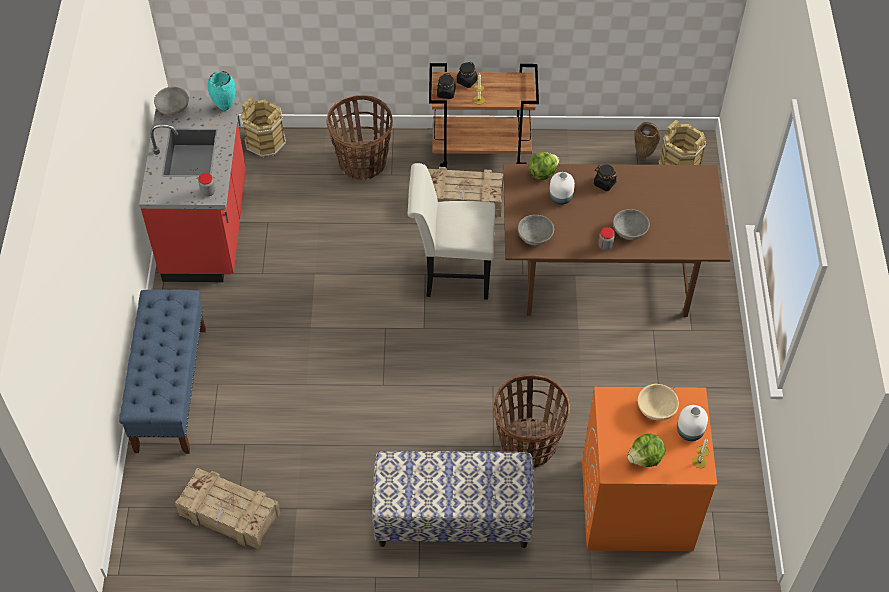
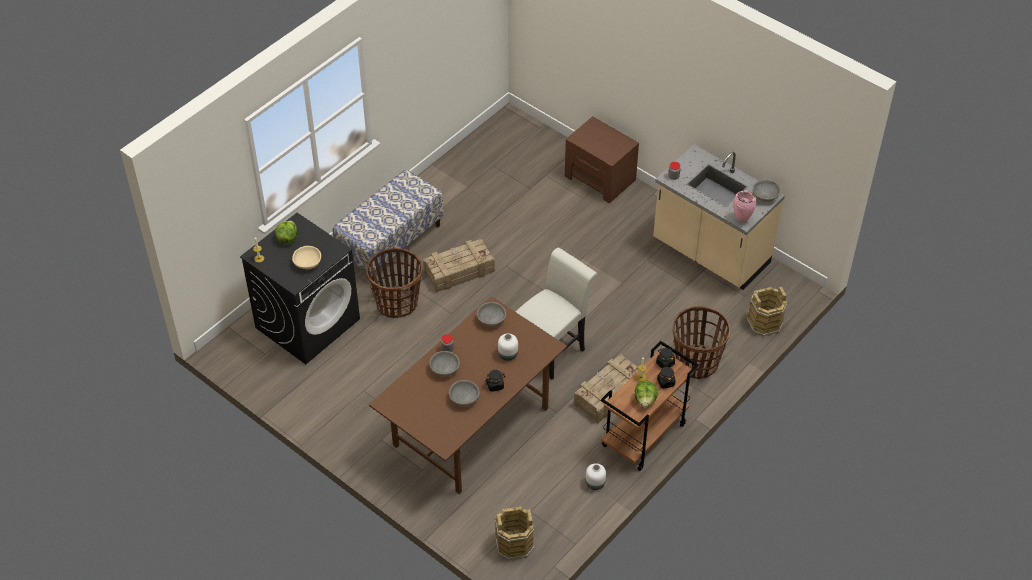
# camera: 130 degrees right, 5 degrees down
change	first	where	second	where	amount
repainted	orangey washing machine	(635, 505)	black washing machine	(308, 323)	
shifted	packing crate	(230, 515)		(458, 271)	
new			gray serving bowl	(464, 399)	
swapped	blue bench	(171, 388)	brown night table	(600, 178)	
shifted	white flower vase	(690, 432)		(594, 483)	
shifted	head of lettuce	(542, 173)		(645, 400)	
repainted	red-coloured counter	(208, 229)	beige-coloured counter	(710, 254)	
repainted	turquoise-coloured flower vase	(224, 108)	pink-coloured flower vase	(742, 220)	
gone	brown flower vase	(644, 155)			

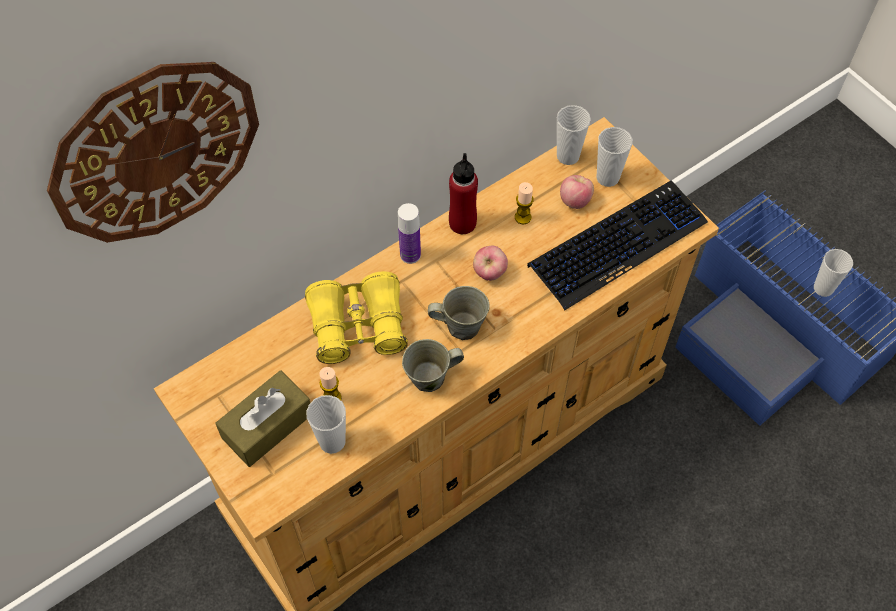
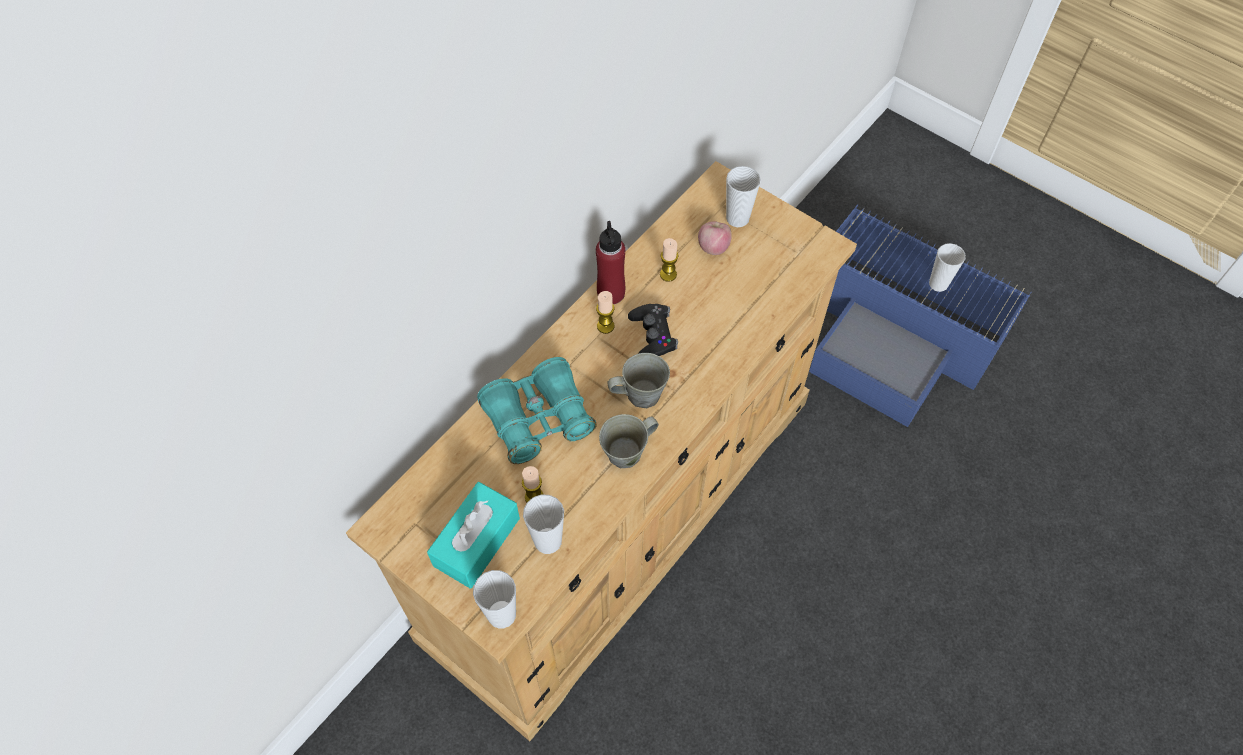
# camera: 15 degrees left, 0 degrees up
change	first	where	second	where	amount
repainted	brown tissue holder	(267, 426)	turquoise-coloured tissue holder	(476, 541)	
shifted	small cup	(568, 156)		(501, 614)	
repainted	yellow-coloured binoculars	(358, 326)	turquoise-coloured binoculars	(538, 419)	
new			wax candle	(605, 326)	
swapped	whole apple	(489, 272)	black joypad	(652, 335)	
gone	clock on the wall	(155, 152)			
gone	bottle	(410, 255)			
gone	PC keyboard	(617, 244)			

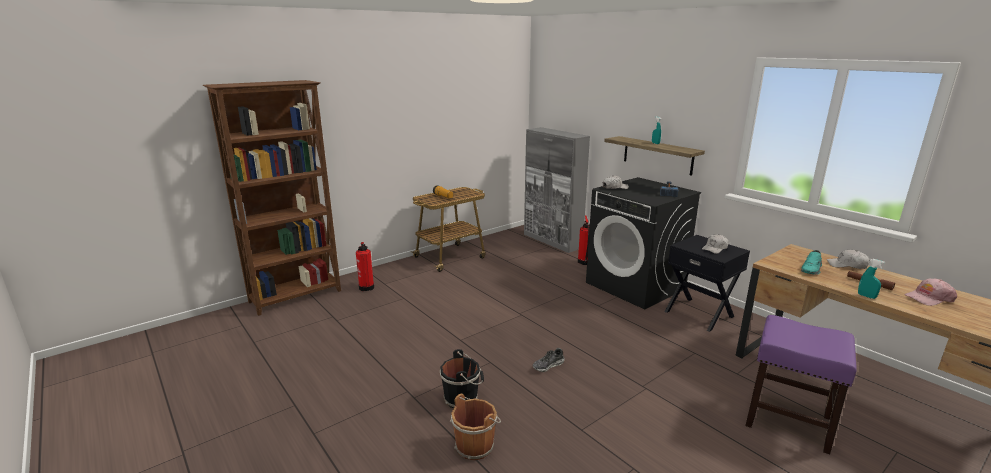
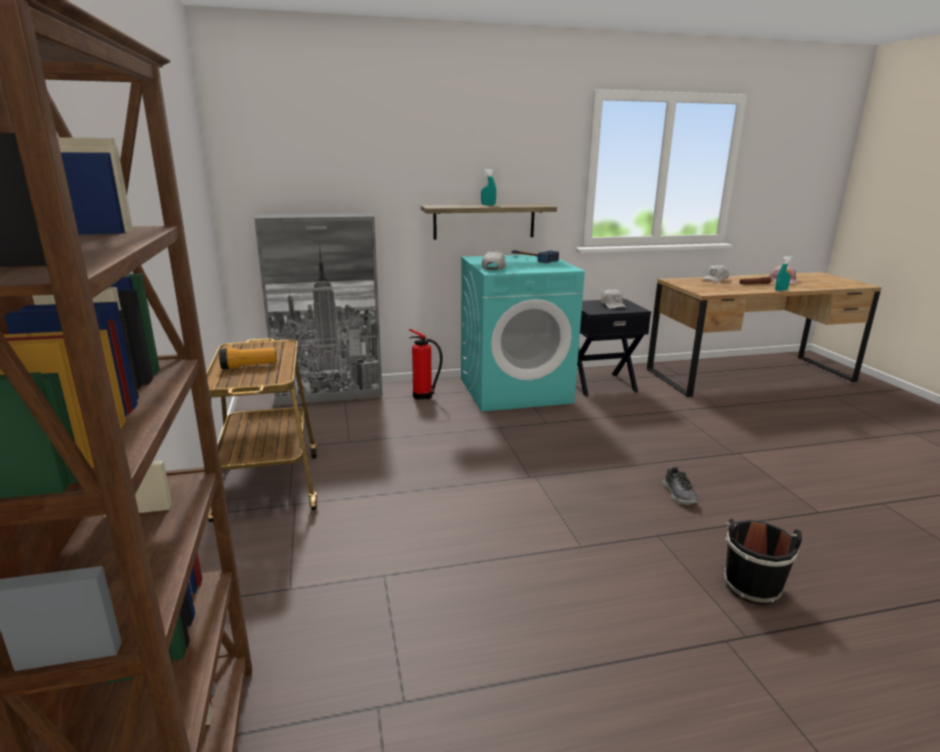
# camera: 65 degrees left, 0 degrees up
change	first	where	second	where	amount
repainted	black washing machine	(636, 286)	turquoise-coloured washing machine	(515, 390)	
gone	extinguisher	(366, 287)			
gone	brown pail	(475, 445)			
gone	purplish sitting stool	(786, 421)			
gone	turquoise-coloured item of footwear	(812, 269)			

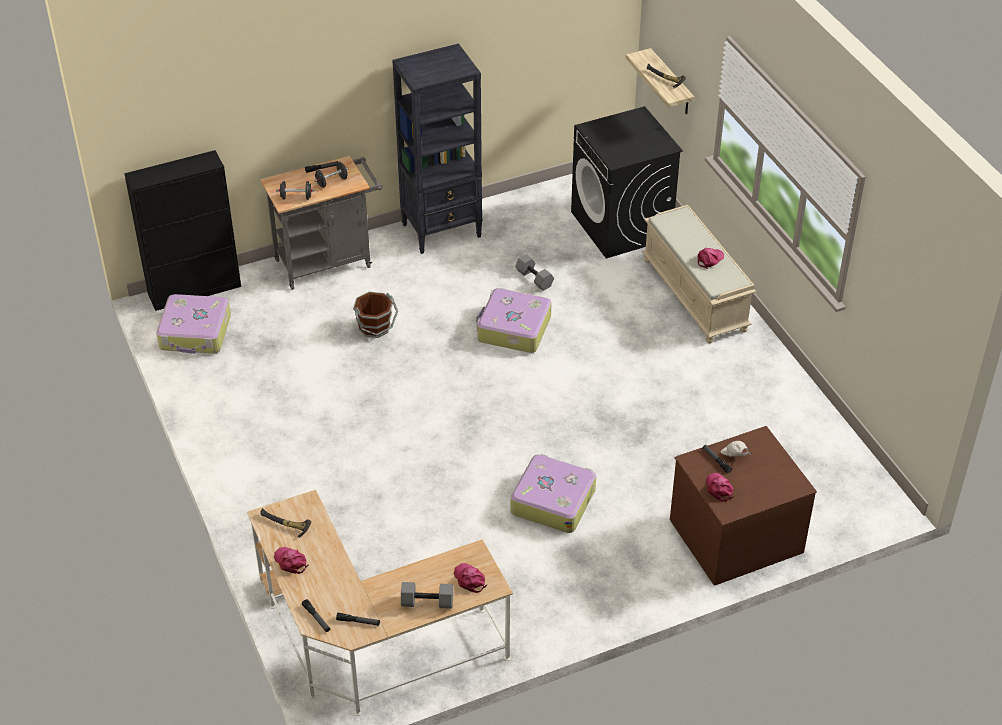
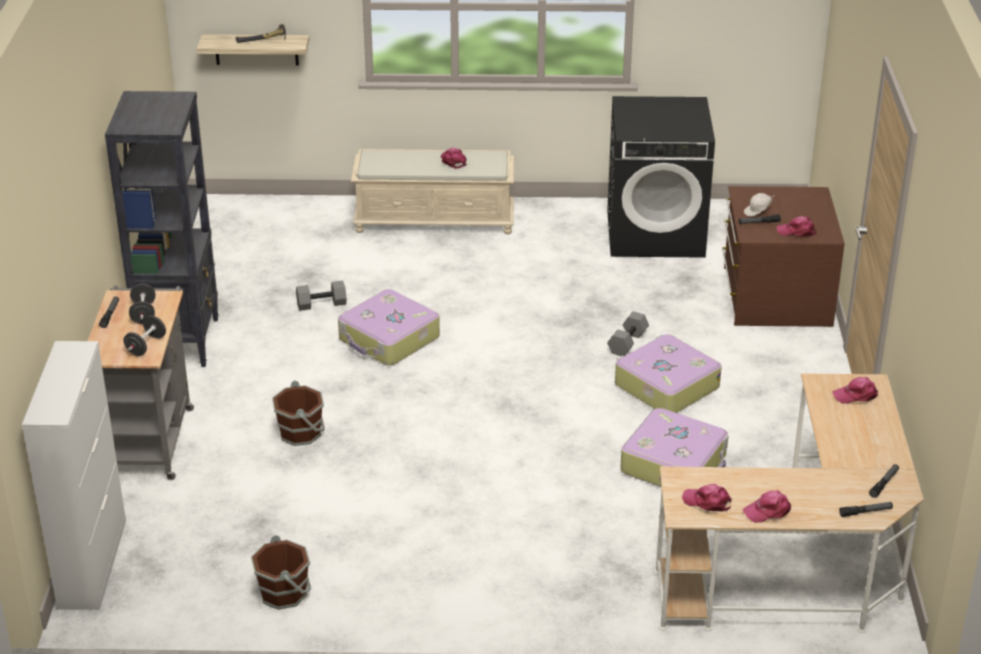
# camera: 65 degrees left, 10 degrees down
change	first	where	second	where	amount
repainted	black storage cabinet	(195, 290)	white storage cabinet	(93, 563)	
new			brown pail	(284, 592)	
shifted	black washing machine	(622, 226)		(656, 233)	
shifted	gray dumbbell	(428, 601)		(627, 342)	
shifted	piece of luggage	(195, 333)		(674, 464)	
swapped	hand hammer	(285, 526)	pink-coloured cap	(707, 502)	

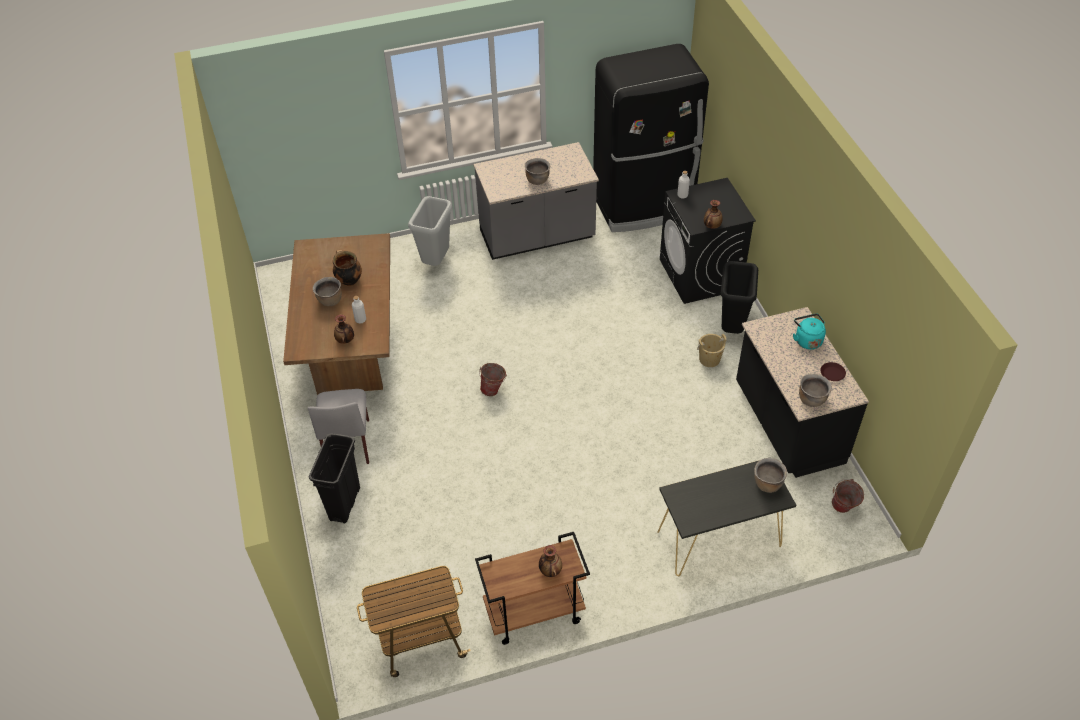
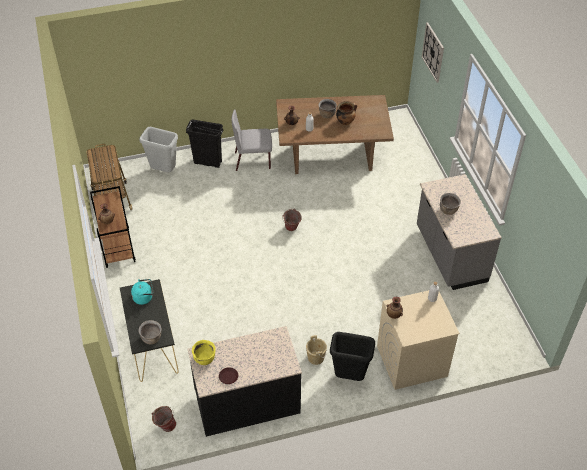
# camera: 90 degrees right, 0 degrees up
change	first	where	second	where	amount
shifted	turquoise-coloured kettle	(807, 340)		(144, 297)	
shifted	gray trash can	(436, 262)		(163, 171)	
repainted	brown stockpot	(811, 399)	yellow-coloured stockpot	(205, 359)	
repainted	black washing machine	(700, 275)	beige-coloured washing machine	(411, 361)	
new			clock on the wall	(433, 52)	
gone	black kitchen fridge	(644, 206)			

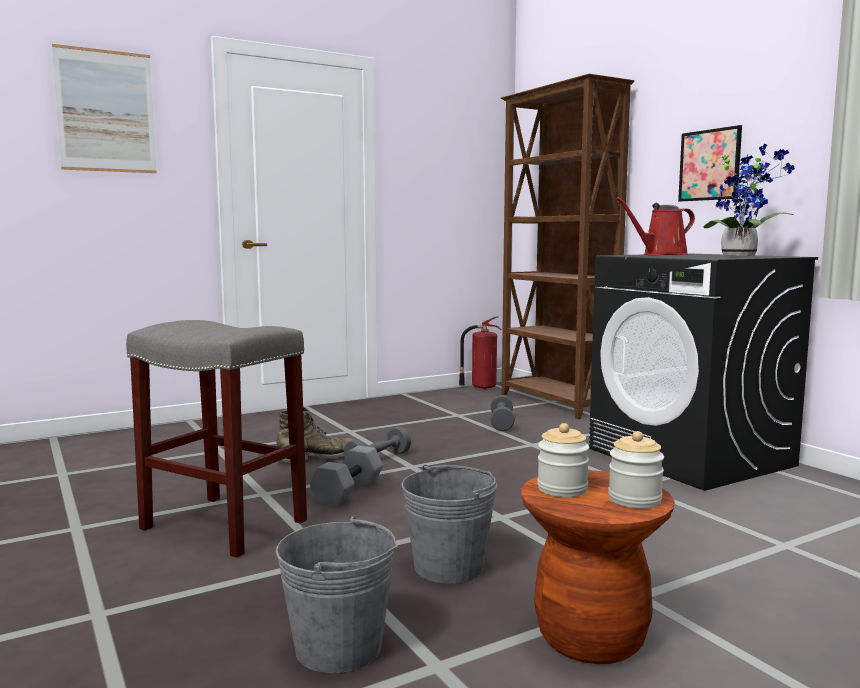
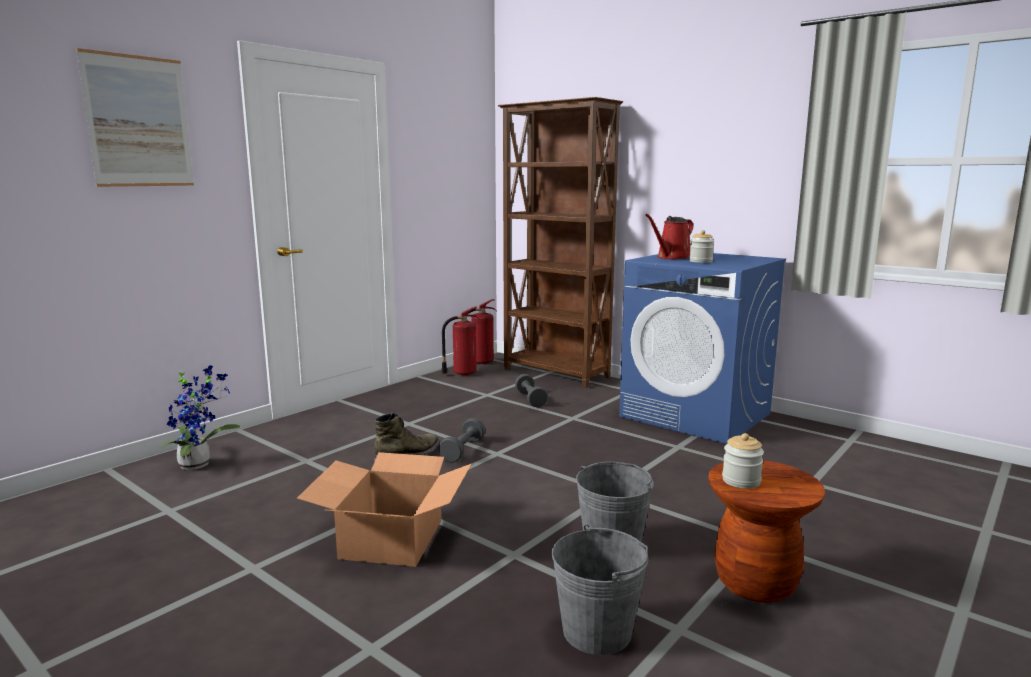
# camera: 20 degrees left, 5 degrees up
change	first	where	second	where	amount
shifted	plant in a pot	(742, 256)		(199, 464)	
swapped	gray sitting stool	(222, 525)	carton	(390, 539)	
new			extinguisher	(463, 373)	
repainted	black washing machine	(691, 457)	blue washing machine	(696, 415)	
shifted	storage jar	(634, 500)		(700, 261)	
gone	gray dumbbell	(347, 491)			
gone	wall picture	(709, 165)			

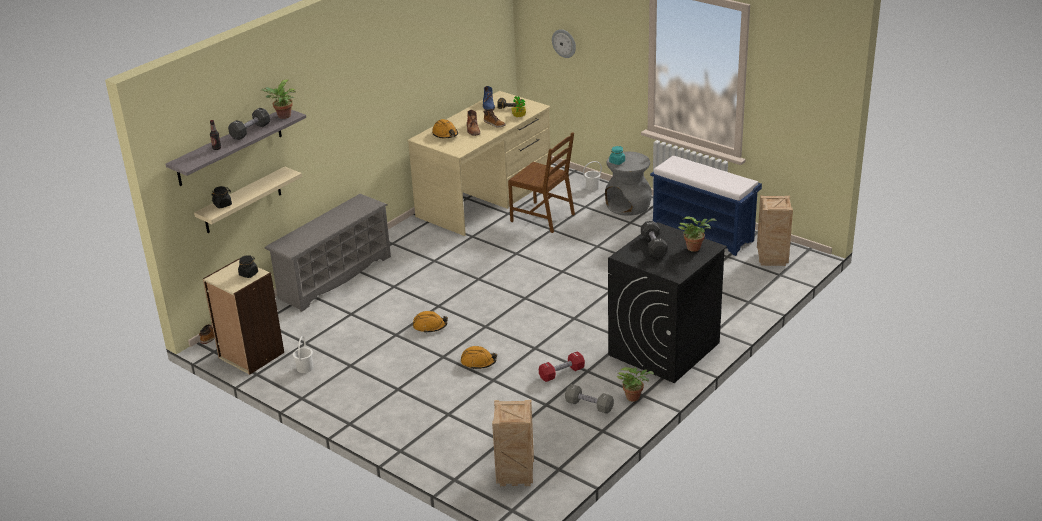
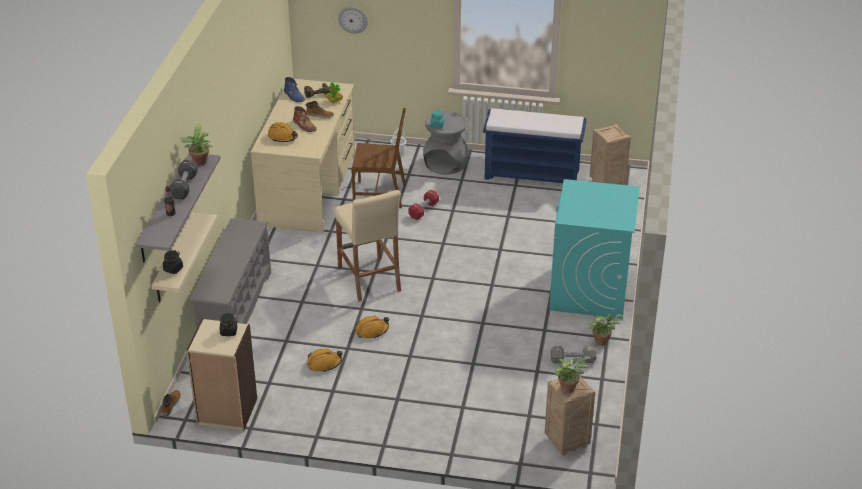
# camera: 30 degrees left, 5 degrees up
change	first	where	second	where	amount
shifted	orangey hard hat	(478, 362)		(324, 363)	
new			beige-coloured sitting stool	(369, 279)	
shifted	red-coloured dumbbell	(561, 373)		(423, 210)	
repainted	black washing machine	(664, 349)	turquoise-coloured washing machine	(589, 291)	
shifted	plant in a pot	(695, 247)		(569, 387)	
gone	white pail	(304, 368)			
gone	black dumbbell	(653, 246)			

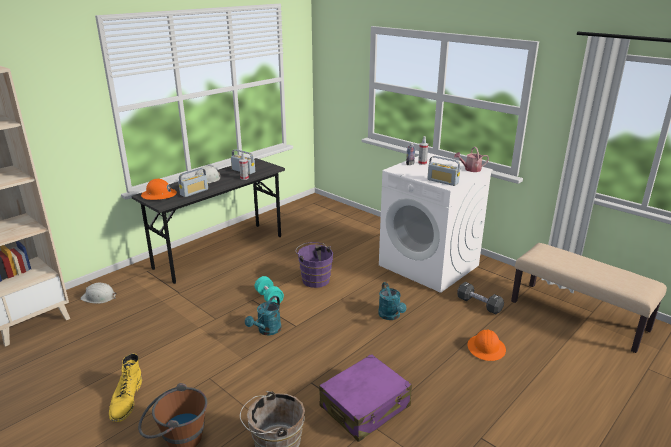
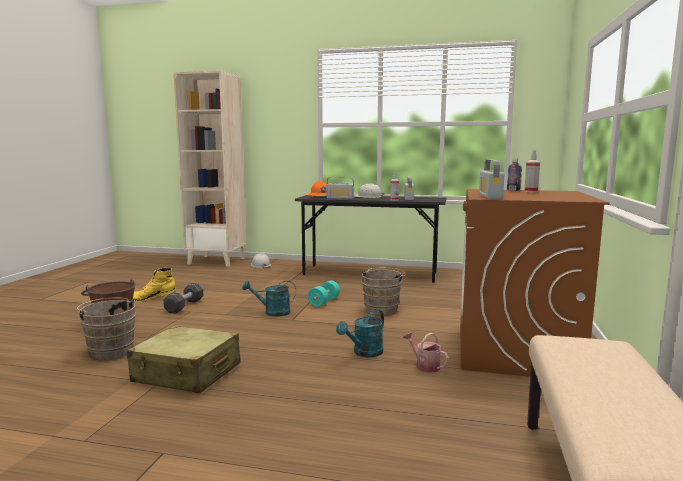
# camera: 60 degrees right, 15 degrees down
change	first	where	second	where	amount
repainted	purplish piece of luggage	(365, 406)	beige-coloured piece of luggage	(187, 373)	
shifted	black dumbbell	(479, 304)		(184, 306)	
repainted	purplish pail	(314, 279)	brown pail	(382, 309)	
shifted	watering pot	(470, 169)		(425, 365)	
repainted	white washing machine	(429, 265)	brown washing machine	(516, 351)	
gone	orangey hard hat	(486, 348)			

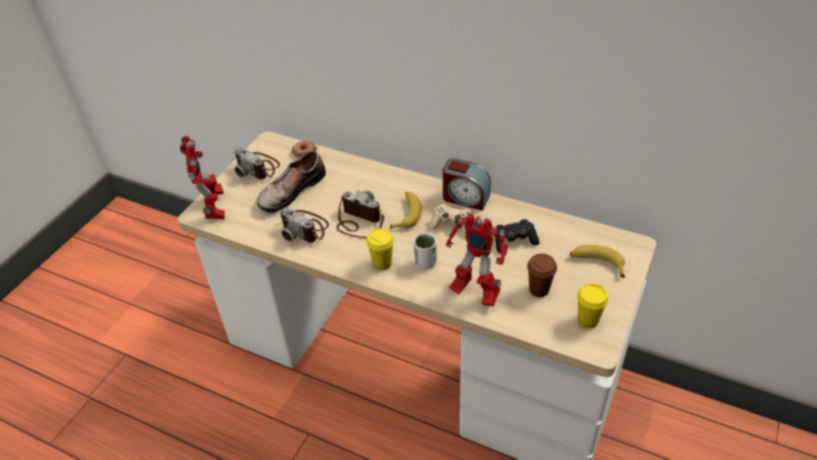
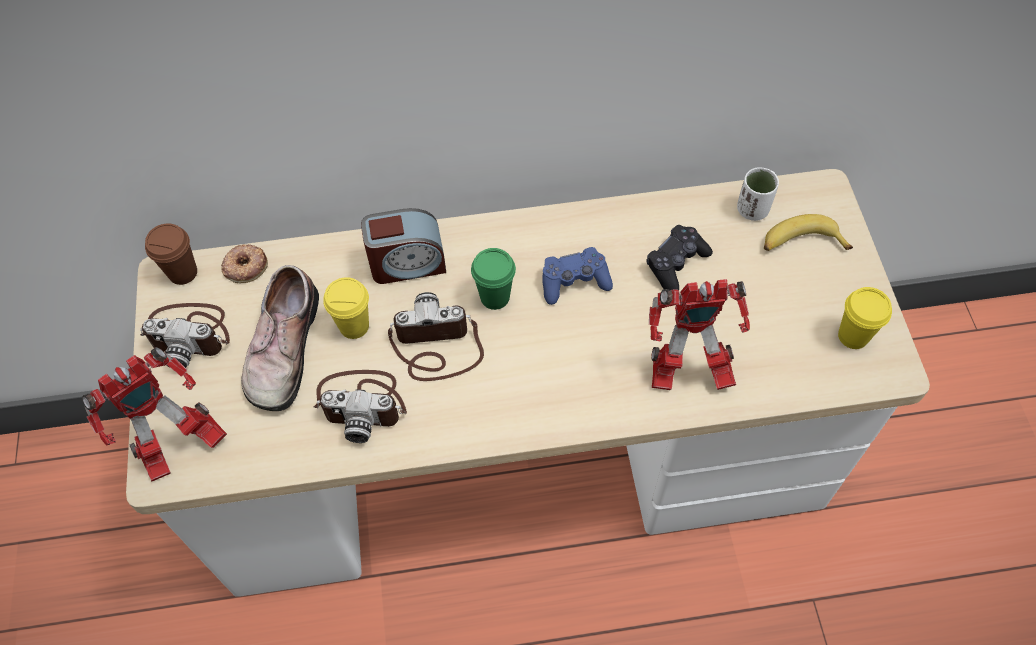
# camera: 35 degrees left, 15 degrees up
change	first	where	second	where	amount
rotated	robot figure	(214, 209)		(180, 450)	105 degrees clockwise
shifted	brown small cup	(539, 290)		(183, 273)	
shifted	yellow-coloured small cup	(382, 263)		(354, 326)	
shifted	alarm clock	(465, 198)		(407, 263)	
swapped	banana fruit	(406, 214)	greenish small cup	(495, 297)	
repainted	beige-coloured joypad	(452, 225)	blue joypad	(574, 281)	
shifted	white small cup	(425, 263)		(752, 210)	

